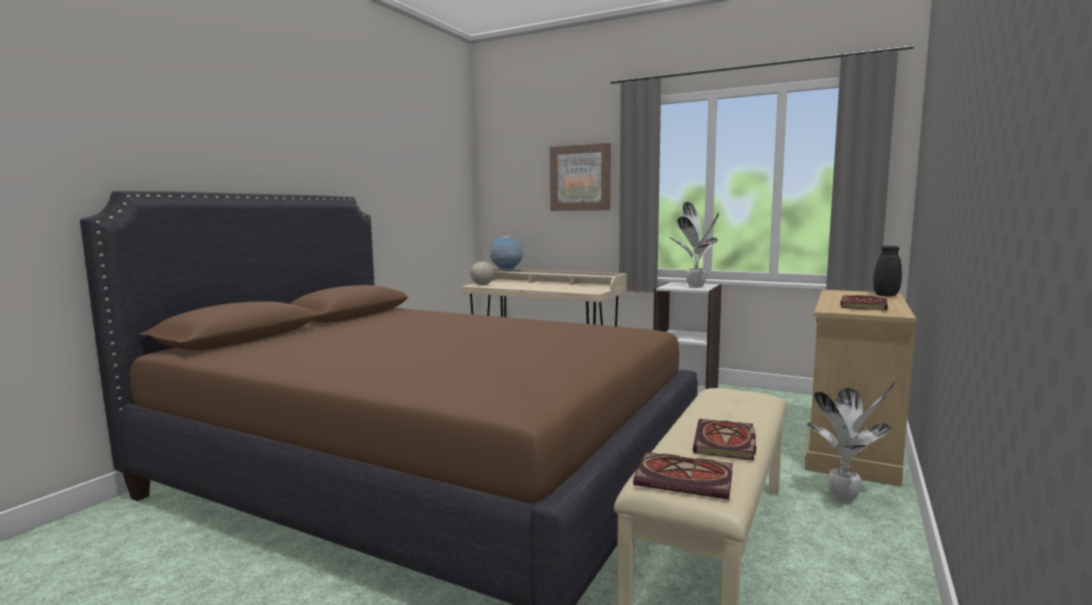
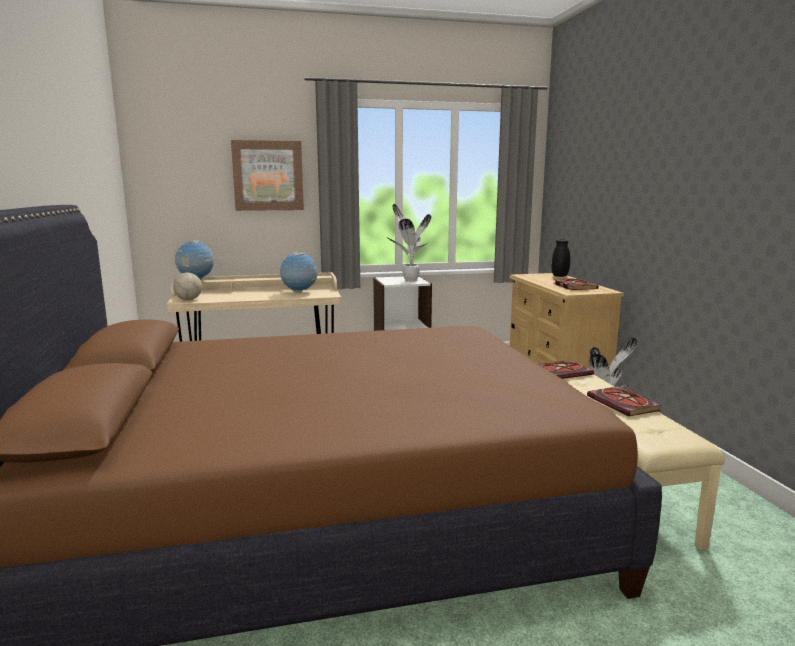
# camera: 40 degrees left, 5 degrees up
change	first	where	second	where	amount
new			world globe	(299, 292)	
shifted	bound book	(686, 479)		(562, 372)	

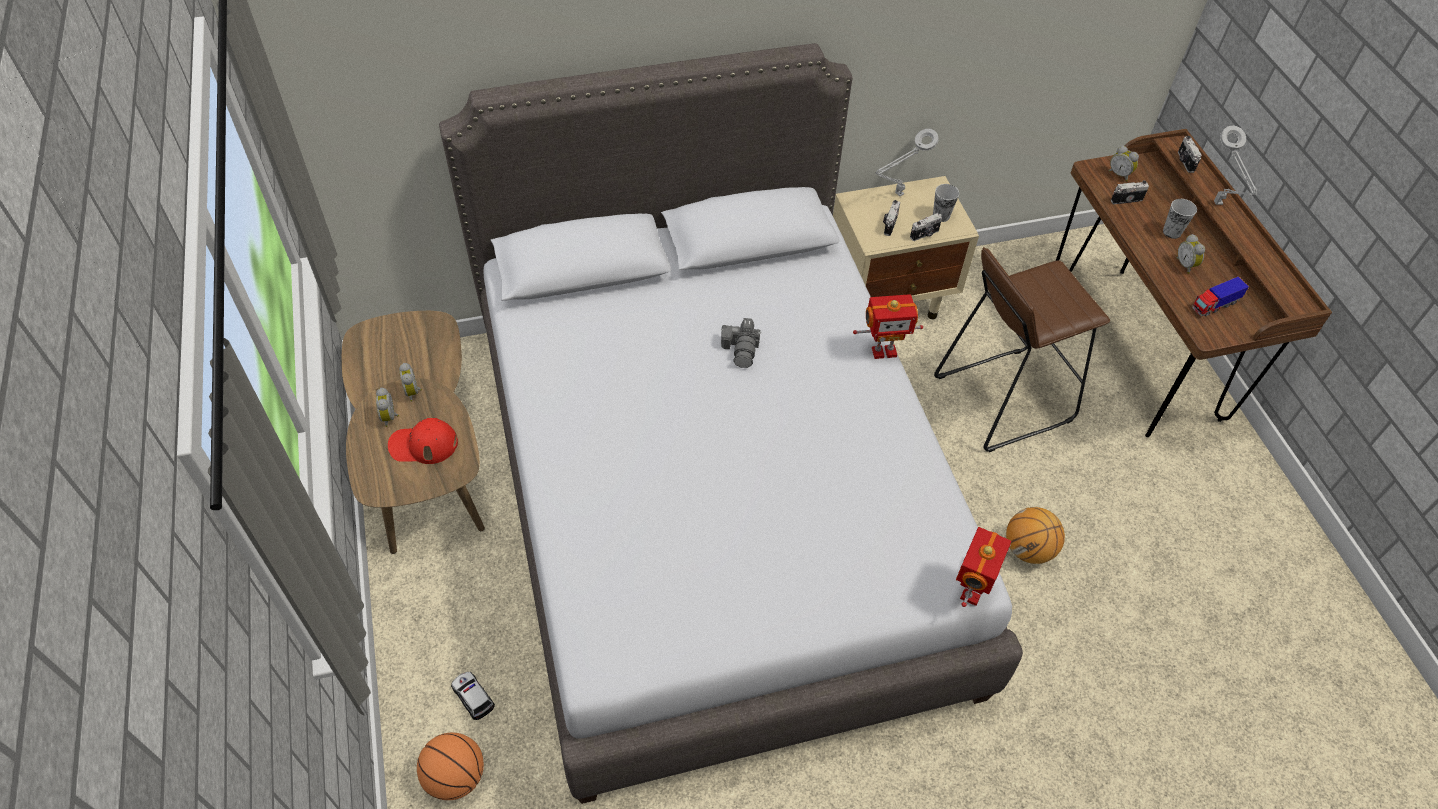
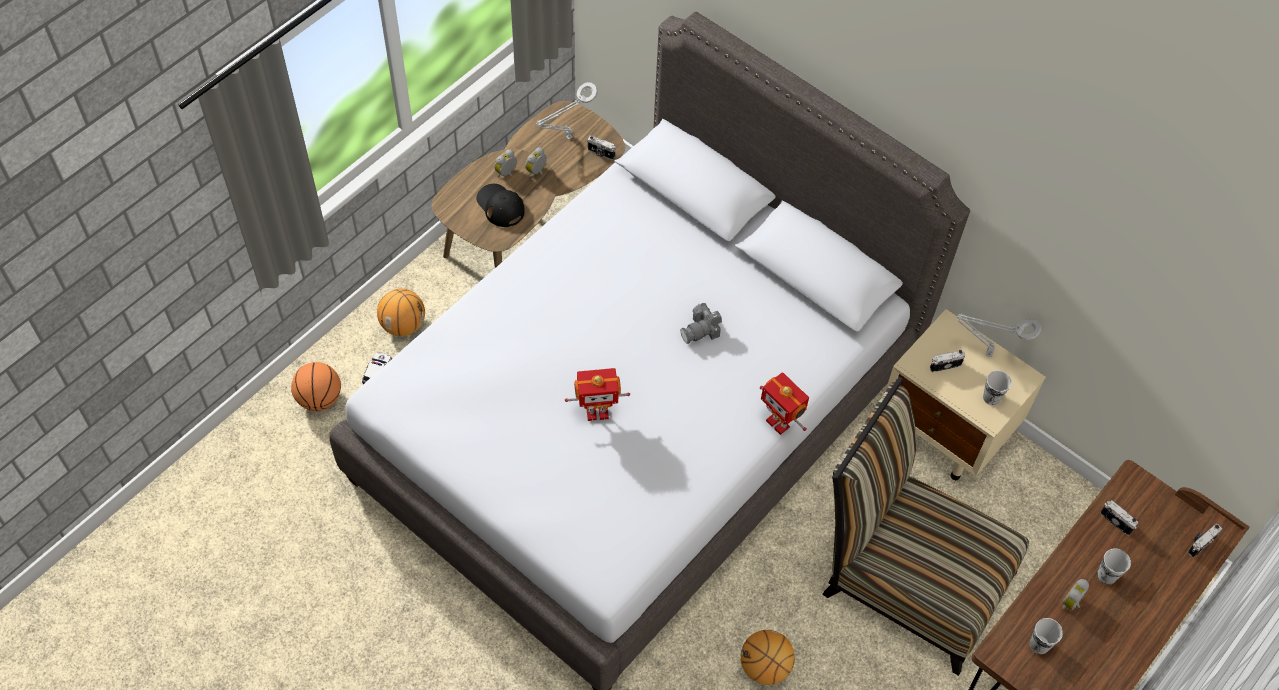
# camera: 55 degrees right, 5 degrees up
change	first	where	second	where	amount
new			ball for basketball	(403, 325)	
repainted	red-coloured cap	(423, 444)	black cap	(500, 206)	
shifted	gray table lamp	(1218, 205)		(566, 138)	
shifted	robot figure	(970, 590)		(597, 412)	
shifted	still camera	(925, 234)		(600, 153)	
swapped	brown sitting stool	(1002, 398)	chair	(908, 575)	
swapped	toy truck	(1214, 305)	small cup	(1039, 644)	
gone	alarm clock	(1119, 174)			

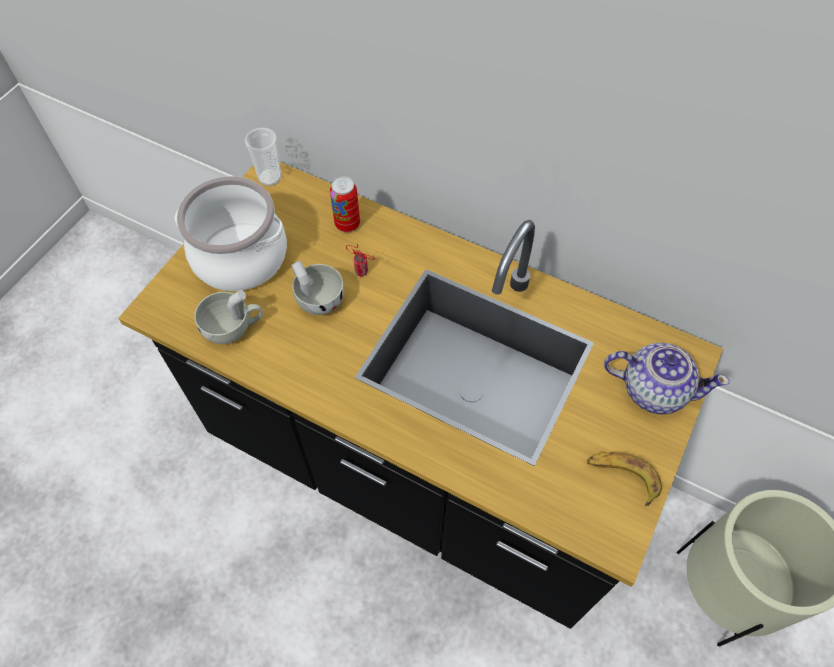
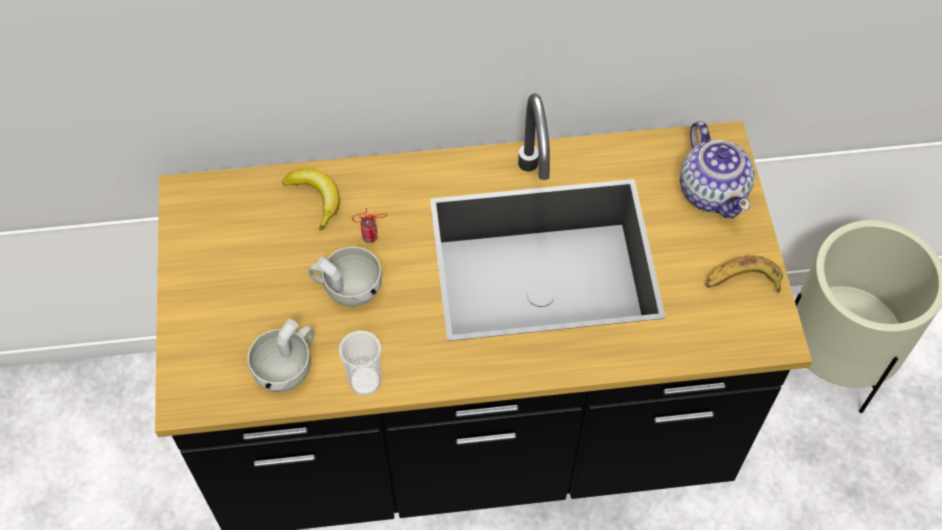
# camera: 35 degrees left, 0 degrees up
change	first	where	second	where	amount
swapped	metal can	(347, 224)	banana fruit	(315, 198)	
shifted	small cup	(270, 177)		(365, 382)	
rotated	pot for tea	(653, 389)		(712, 191)	90 degrees clockwise
gone	stockpot	(240, 258)			

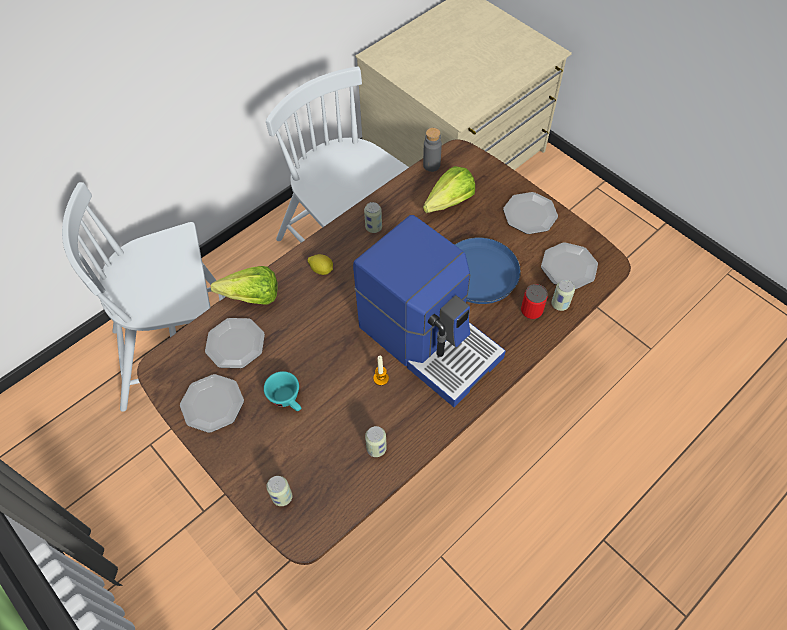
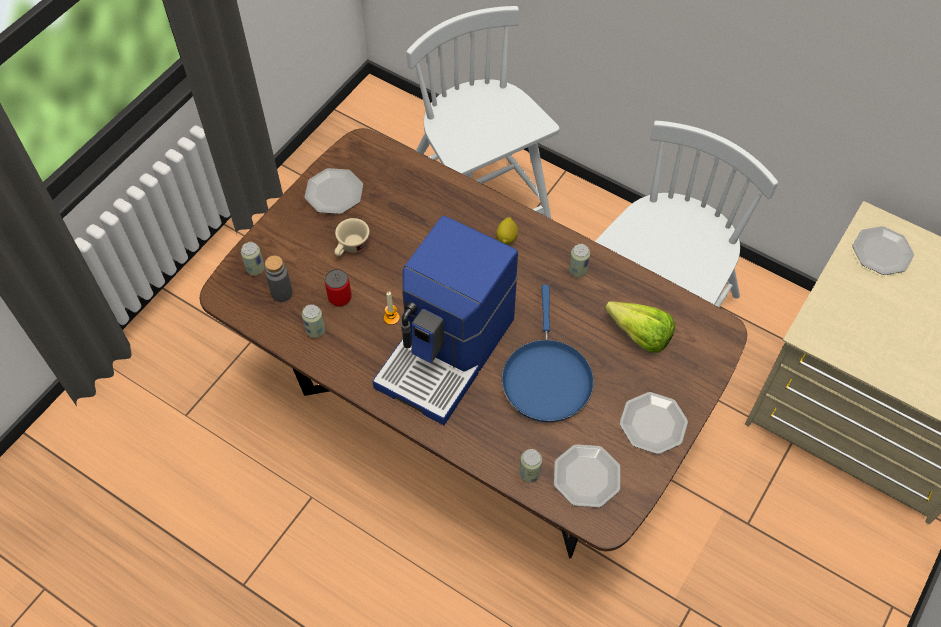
# camera: 75 degrees right, 0 degrees up
change	first	where	second	where	amount
shifted	gray bottle	(431, 165)		(282, 293)	
shifted	metal can	(531, 311)		(340, 297)	
repainted	turquoise-coloured small cup	(288, 399)	beige-coloured small cup	(351, 248)	
shifted	flat dish	(235, 344)		(881, 252)	
gone	head of lettuce	(247, 296)			

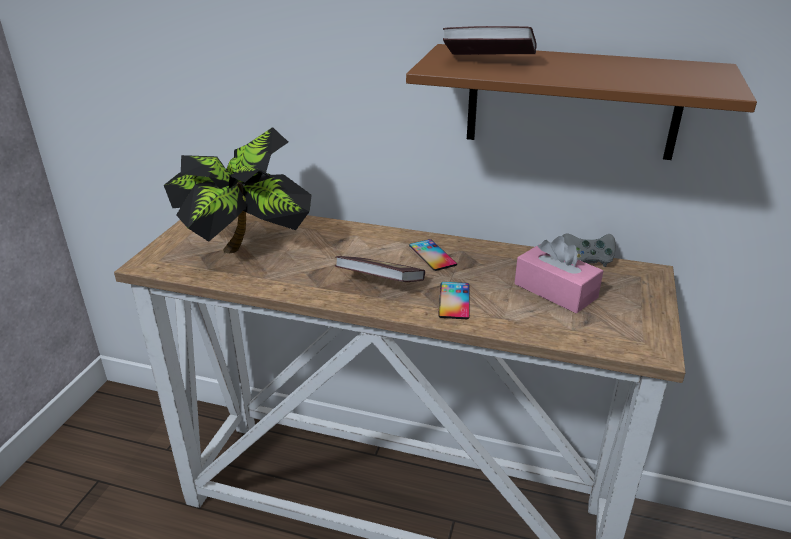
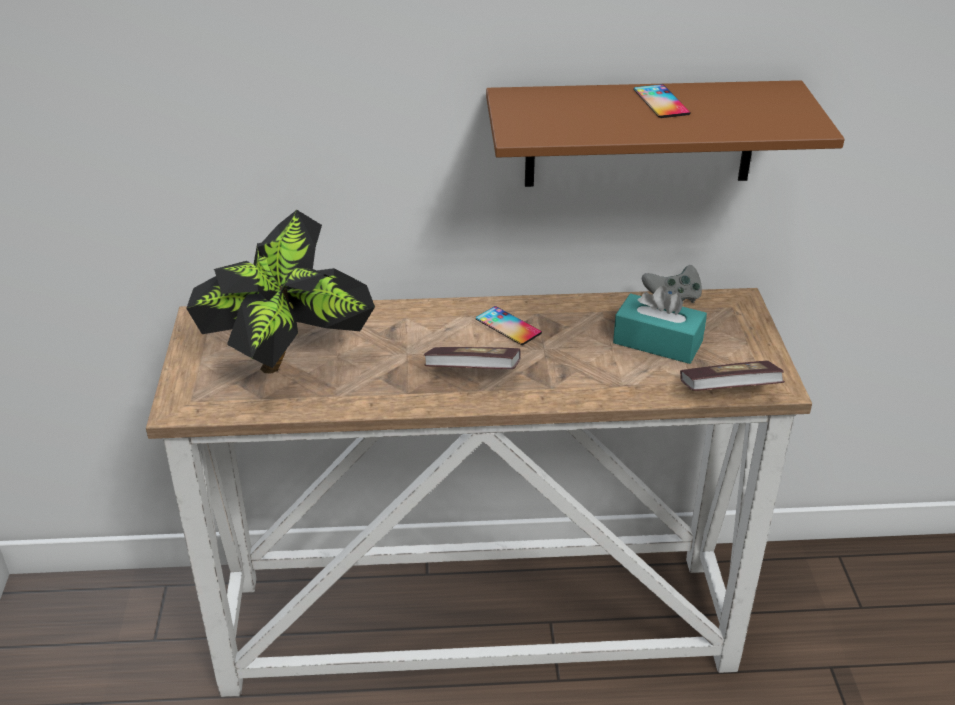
# camera: 20 degrees left, 5 degrees up
change	first	where	second	where	amount
repainted	pink-coloured tissue holder	(555, 291)	turquoise-coloured tissue holder	(657, 342)	
shifted	phone	(454, 300)		(661, 102)	
shifted	bound book	(489, 62)		(728, 392)	

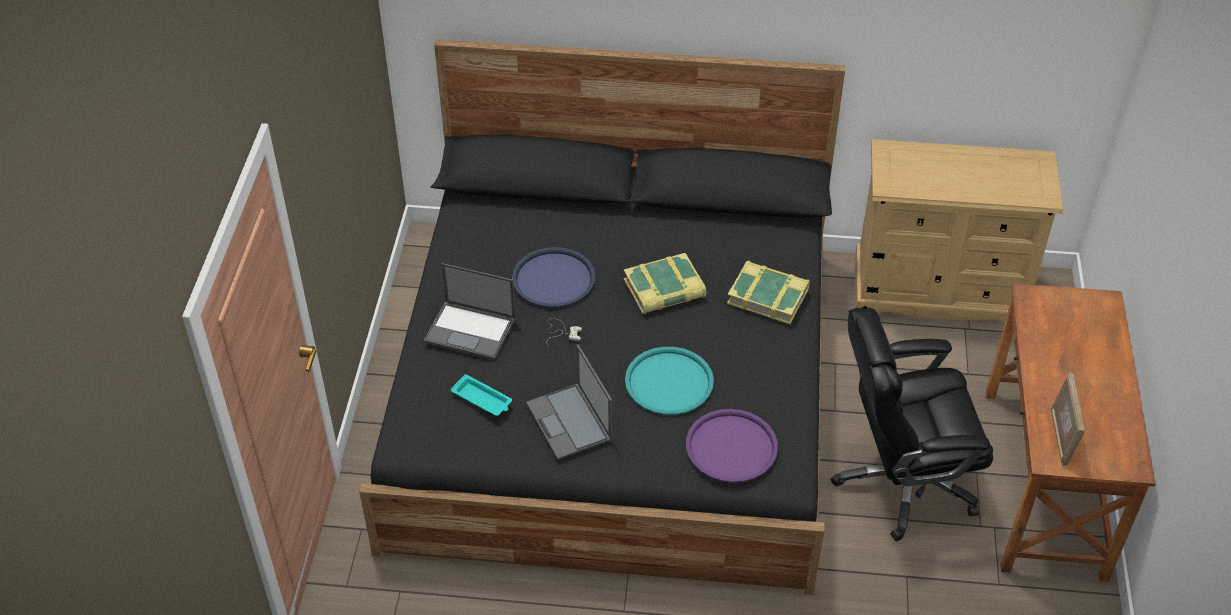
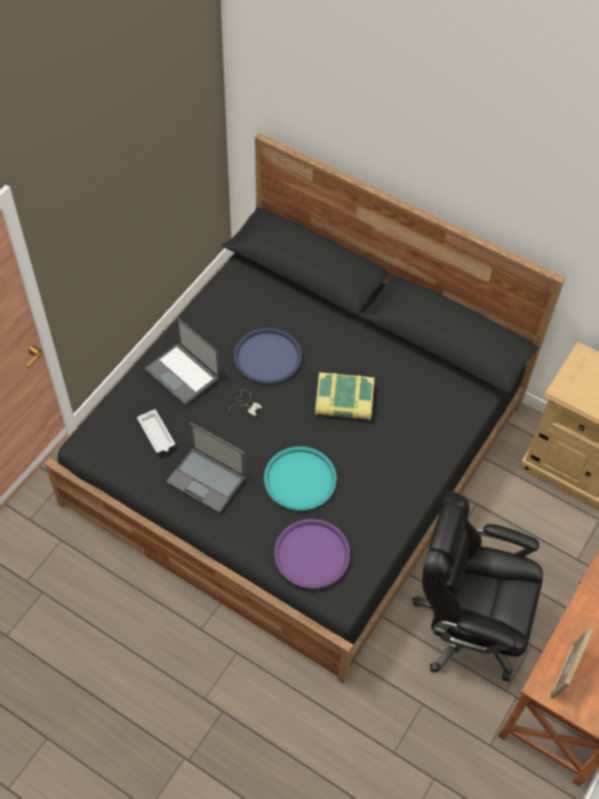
# camera: 25 degrees right, 10 degrees up
change	first	where	second	where	amount
repainted	turquoise-coloured tray	(482, 399)	white tray	(156, 434)	
rotated	portable computer	(569, 422)		(207, 480)	60 degrees counterclockwise
gone	bound book	(768, 296)			

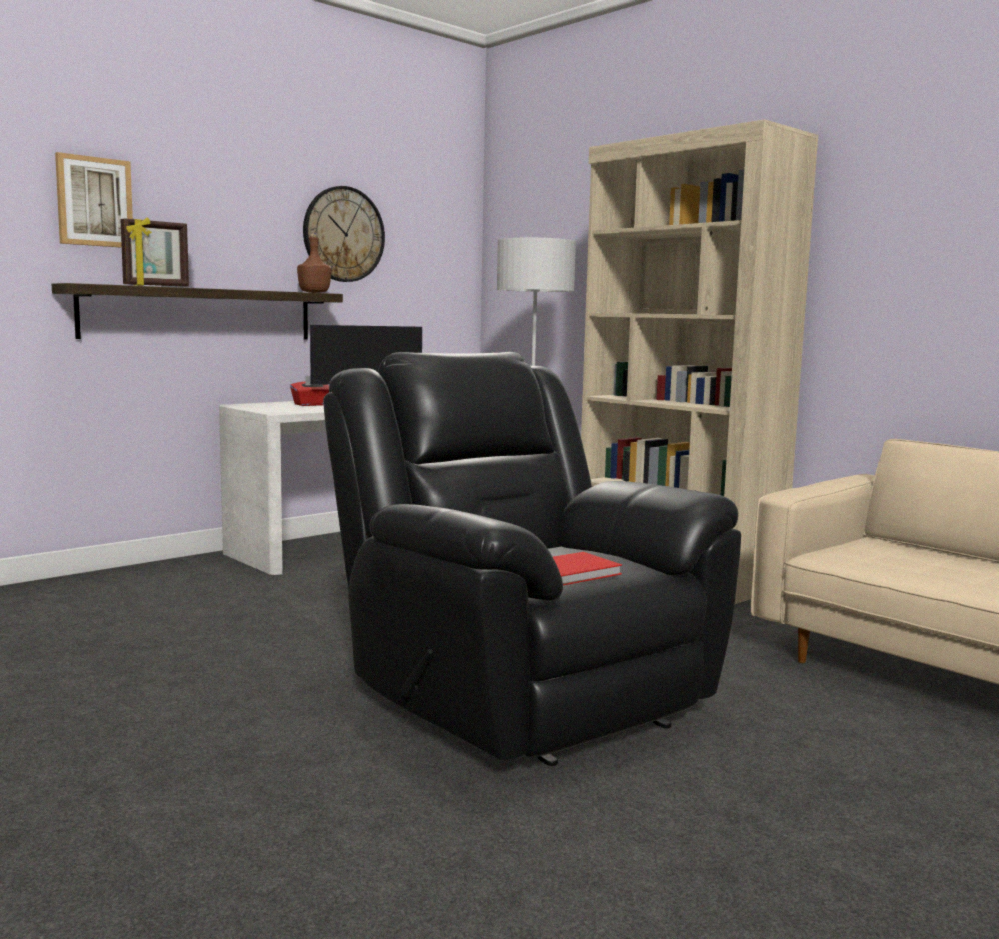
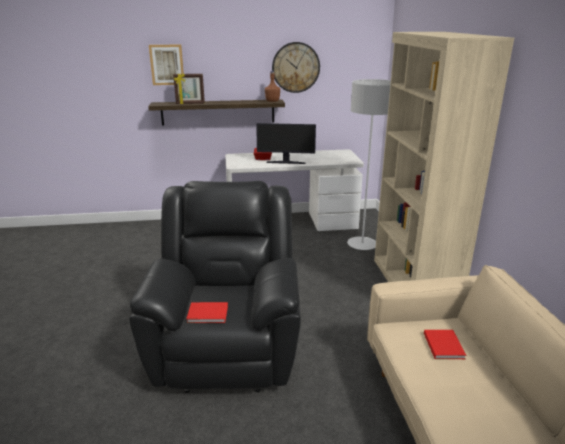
# camera: 35 degrees right, 15 degrees up
change	first	where	second	where	amount
new			red-coloured bound book	(444, 345)	

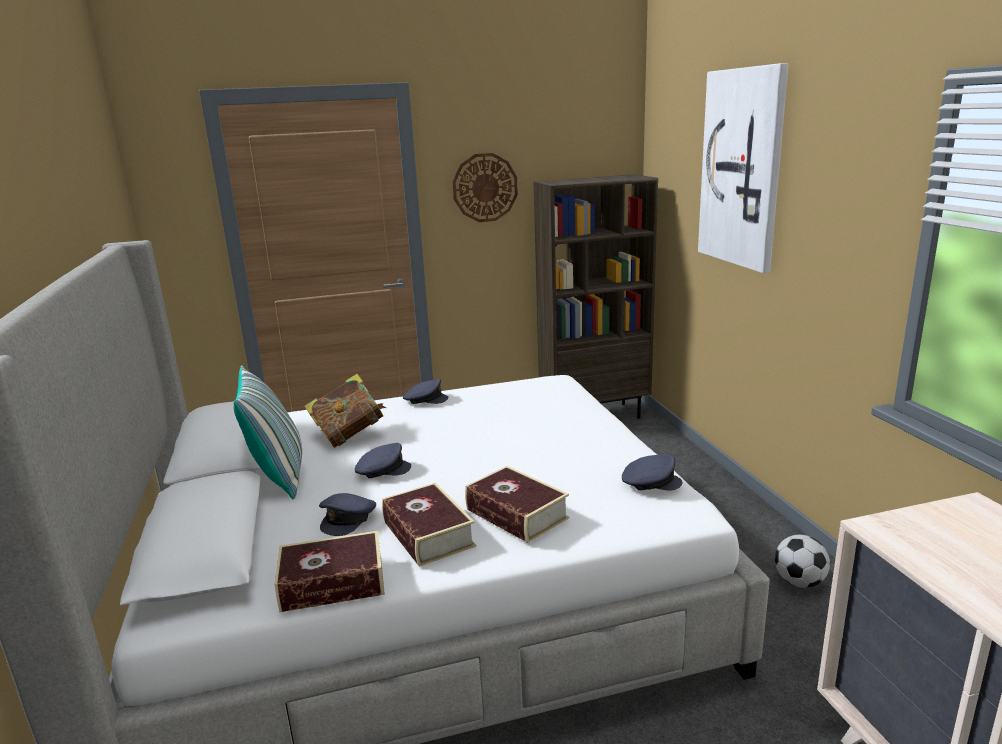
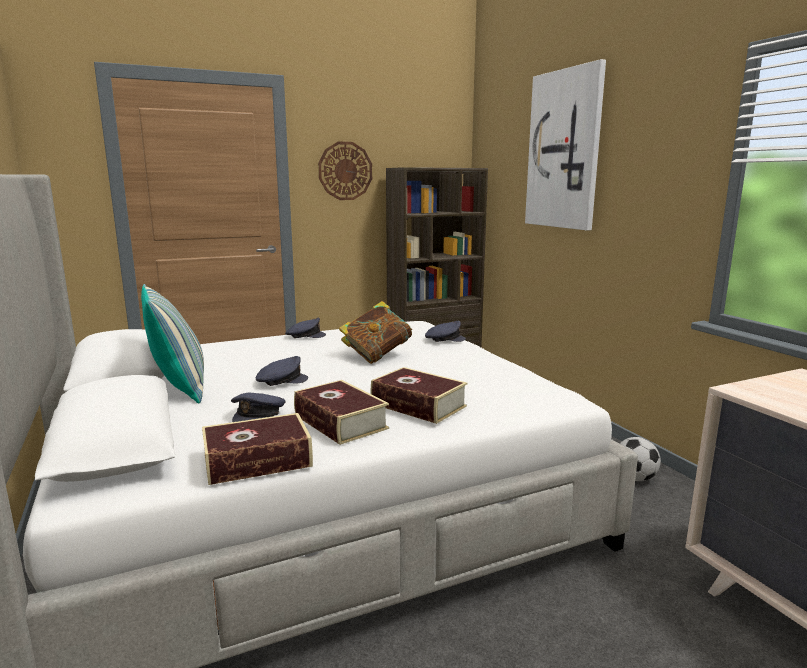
# camera: 10 degrees left, 5 degrees down
change	first	where	second	where	amount
shifted	bound book	(349, 435)		(377, 356)	
shifted	gray cap	(650, 482)		(444, 339)	

